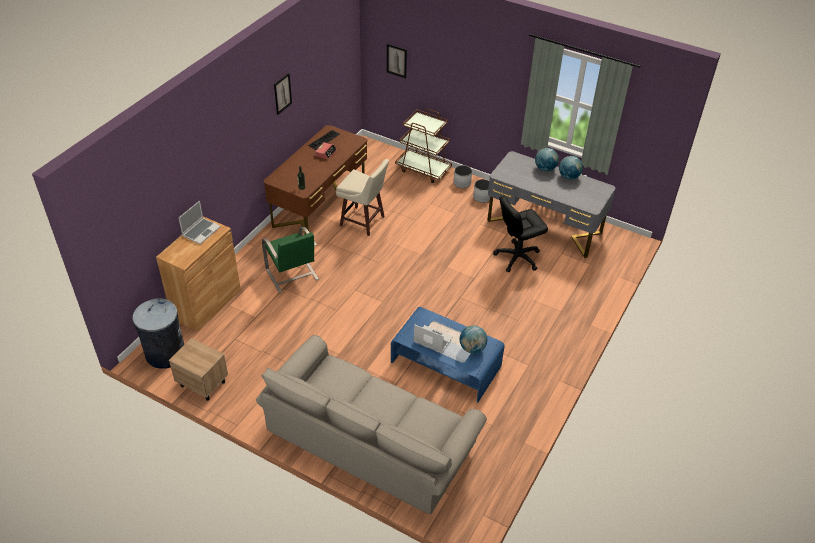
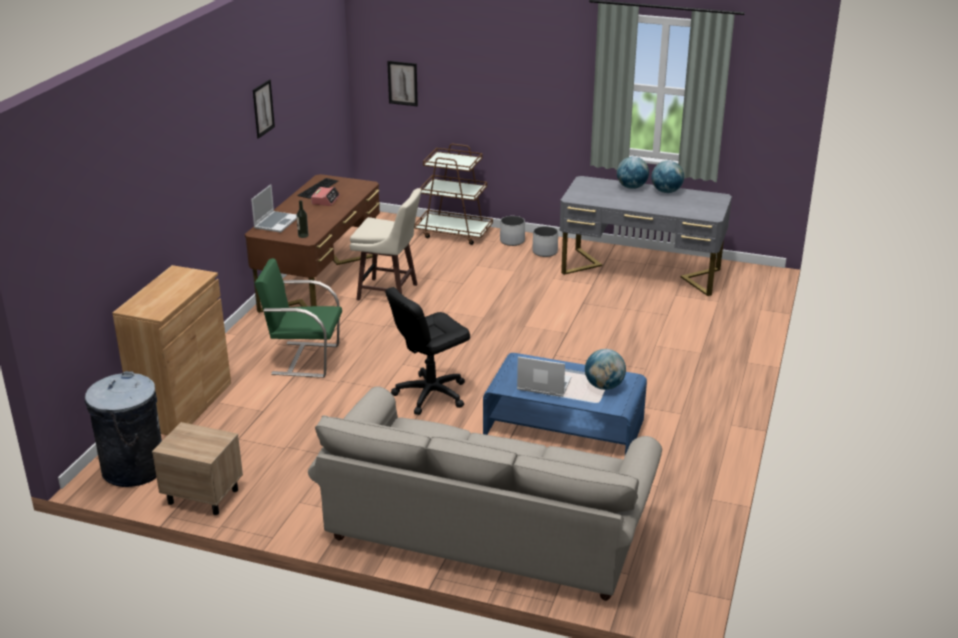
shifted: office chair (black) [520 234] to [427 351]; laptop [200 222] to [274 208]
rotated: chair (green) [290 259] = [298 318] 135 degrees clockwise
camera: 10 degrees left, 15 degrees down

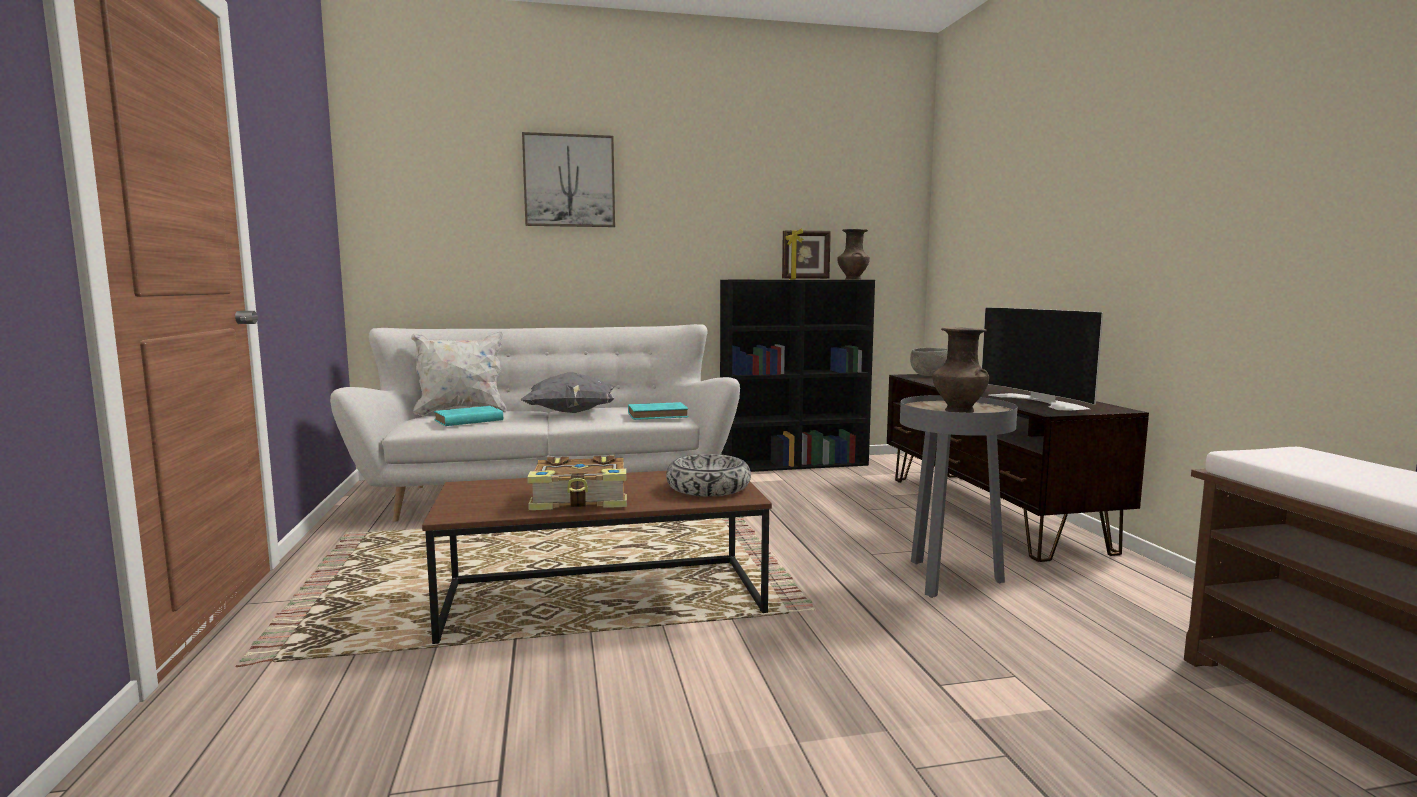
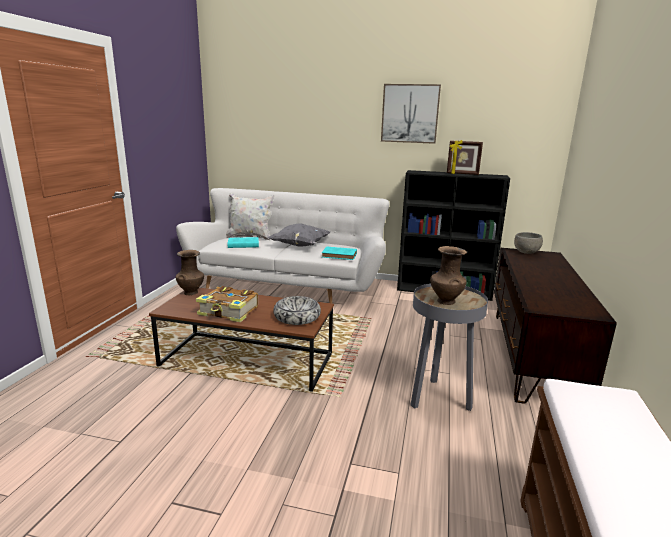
gone: television [1042 358]
shifted: picture [568 179] to [411 114]; vase (brown) [853 254] to [190 272]
camera: 25 degrees right, 10 degrees up

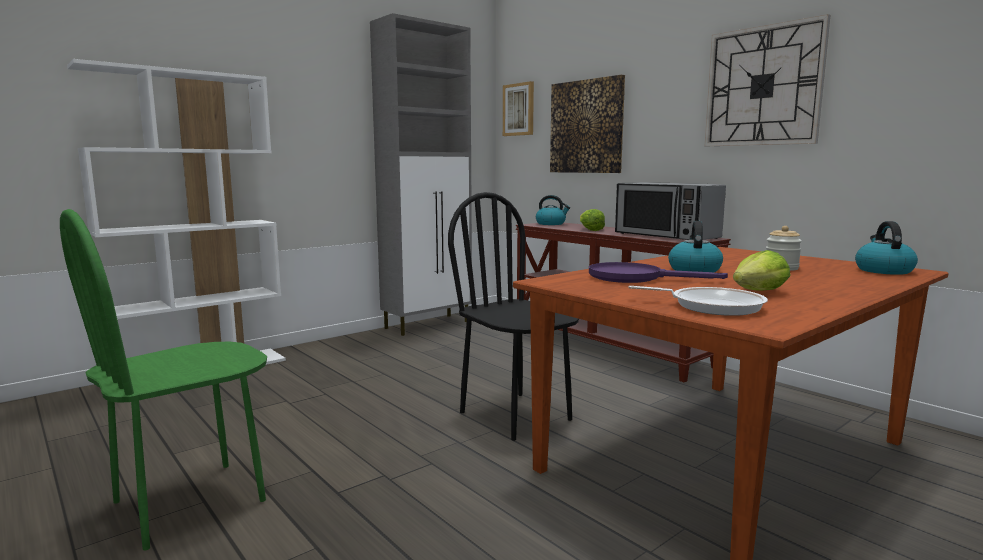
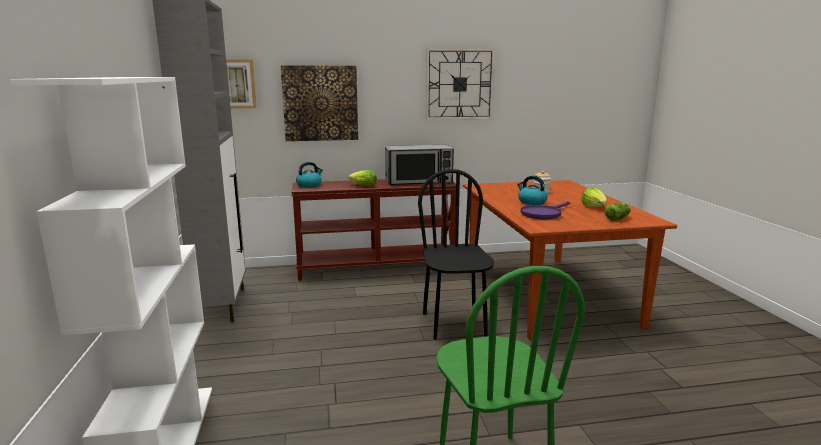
gone: kettle [886 248]
swapped: frying pan [698 301] to lettuce [618 211]
rotated: chair (black) [513 316] = [456 254] 90 degrees clockwise
camera: 60 degrees left, 5 degrees up

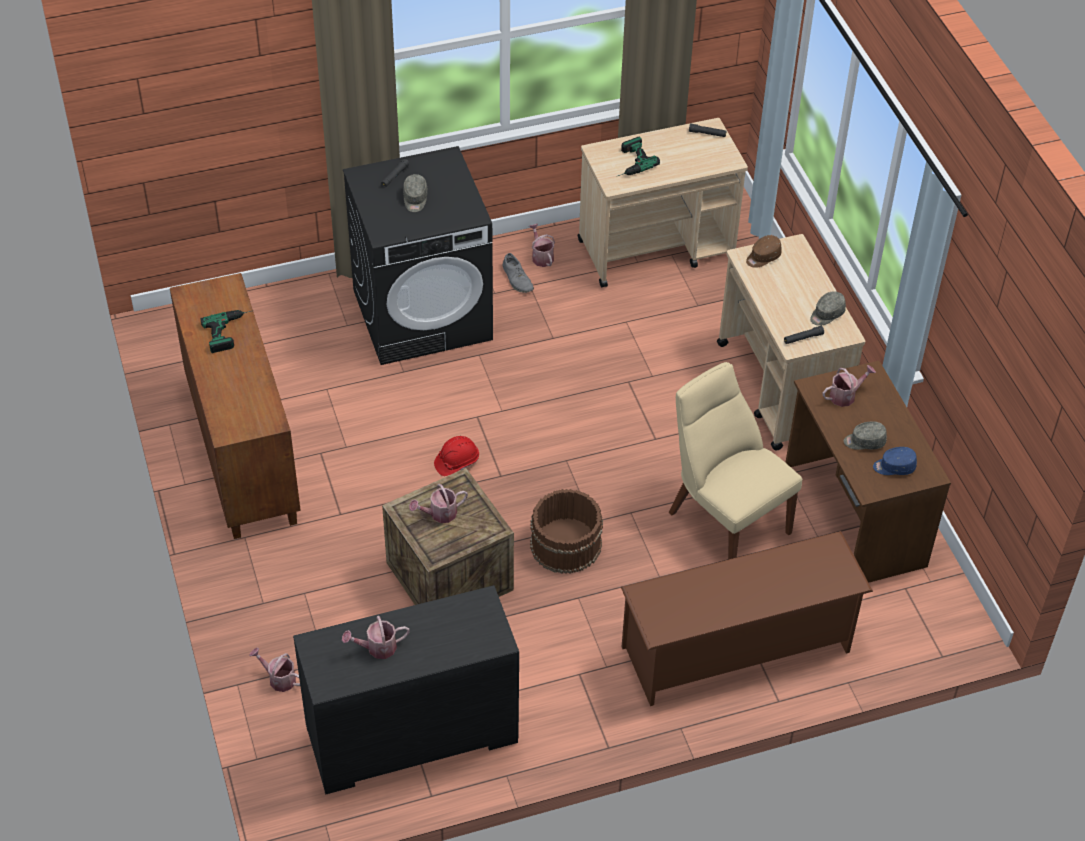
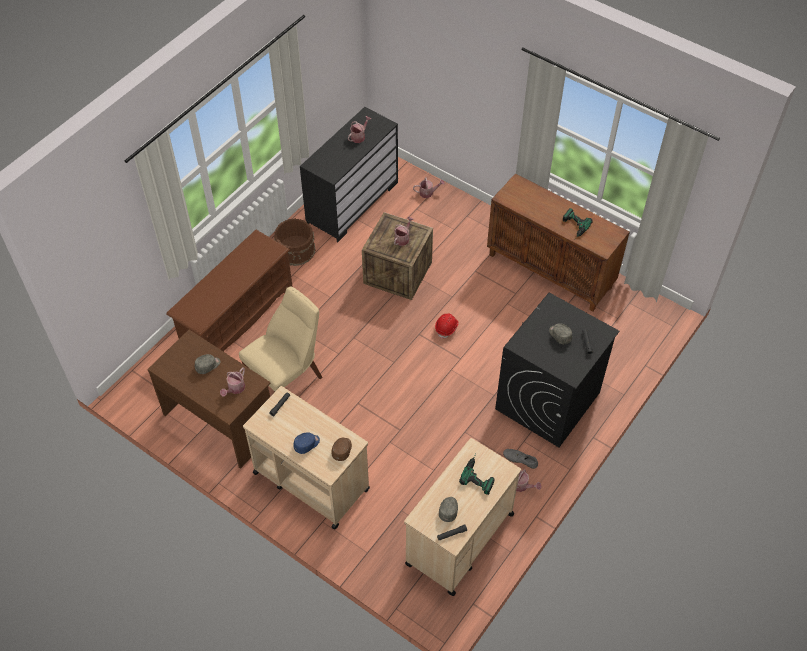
shifted: cap (grey) [828 308] to [448 509]; cap (blue) [895 461] to [307 443]; bucket (brown) [566 531] to [295 242]
rotated: chair (beige) [735 461] = [281 339] 60 degrees counterclockwise
camera: 145 degrees right, 5 degrees up

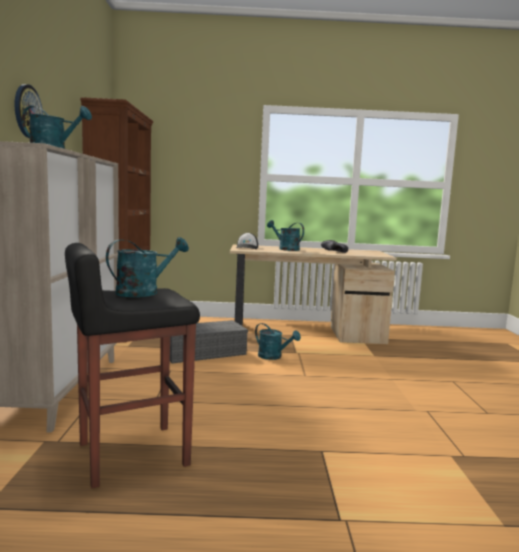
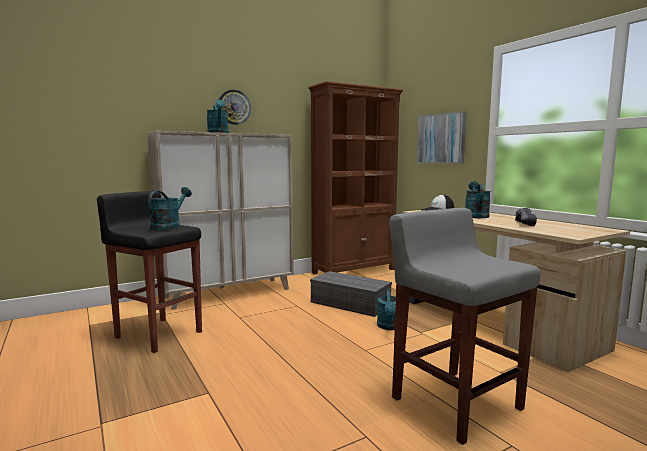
new: picture [441 137]; stool (grey) [464 326]
rotated: watering can (turquoise) [147 267] = [170 208] 90 degrees counterclockwise
camera: 60 degrees right, 0 degrees up

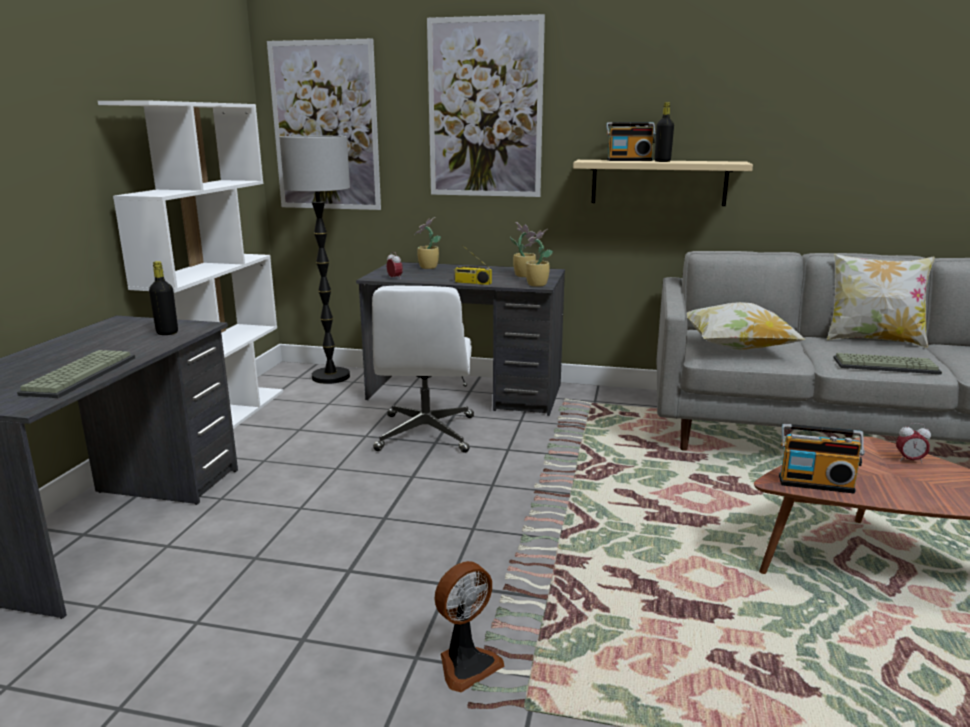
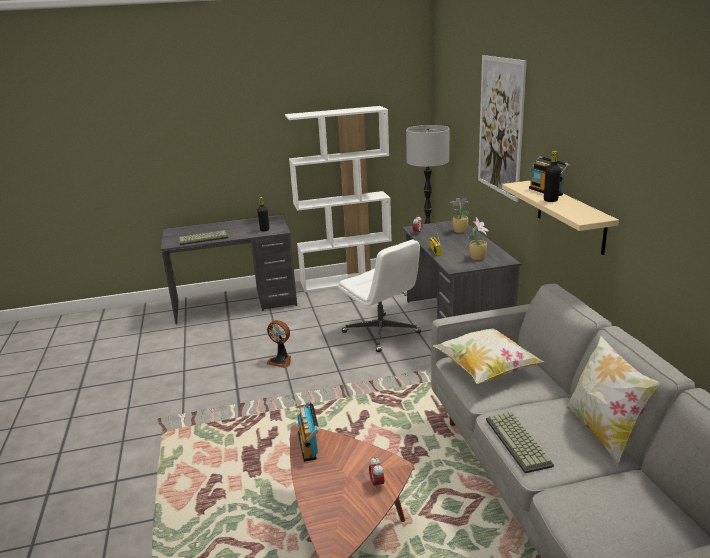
gone: picture [324 124]; potted plant [538 258]
shifted: fan [470 626] to [279 344]
rotated: office chair (white) [423 369] = [379 296] 105 degrees counterclockwise
camera: 65 degrees right, 5 degrees up

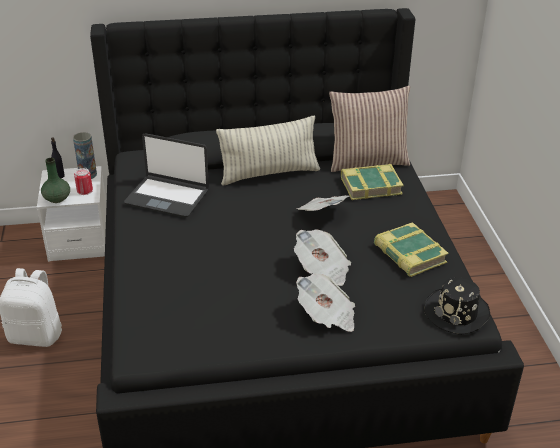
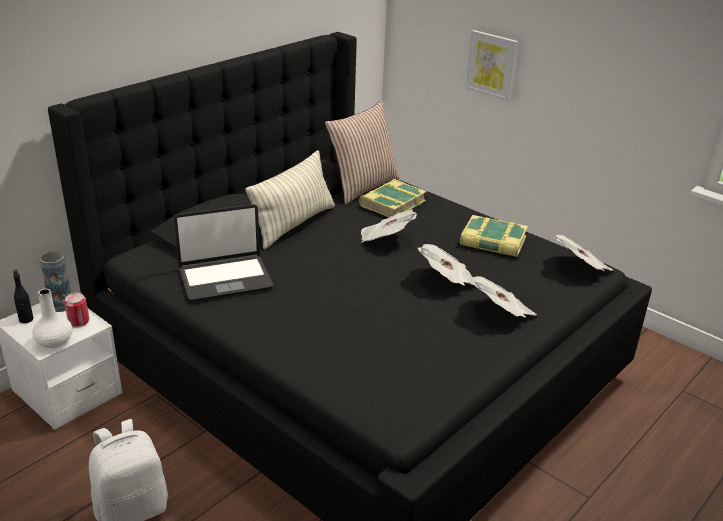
new: picture [492 66]
swapped: hat (black) [457 306] to newspaper [584 253]
repainted: vase (green) [55 180] to vase (white) [52 318]
camera: 40 degrees left, 5 degrees down

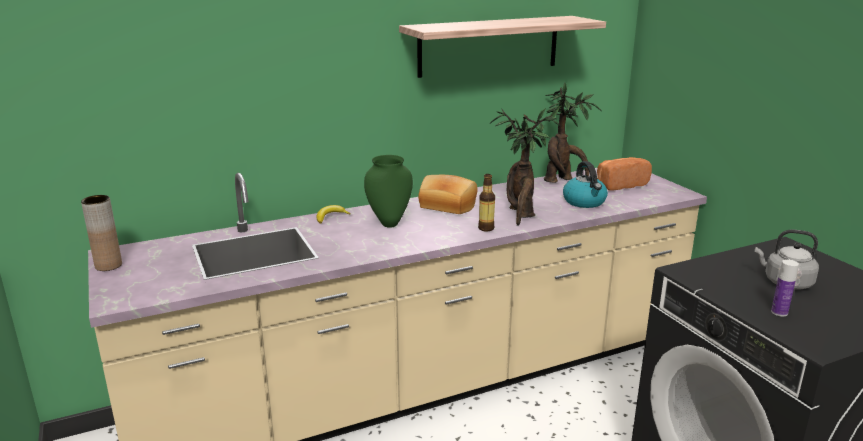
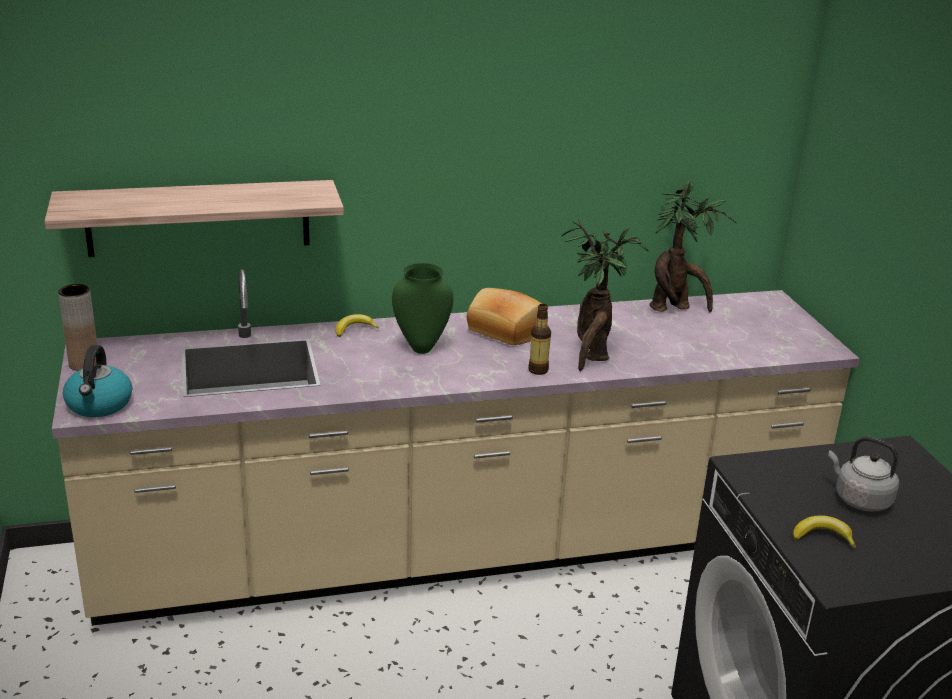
gone: bread [624 173]
shifted: shelf [502 47] to [194 218]; kettle [585 184] to [97 381]
swapped: bottle [785 288] to banana [824 532]
camera: 10 degrees right, 5 degrees up

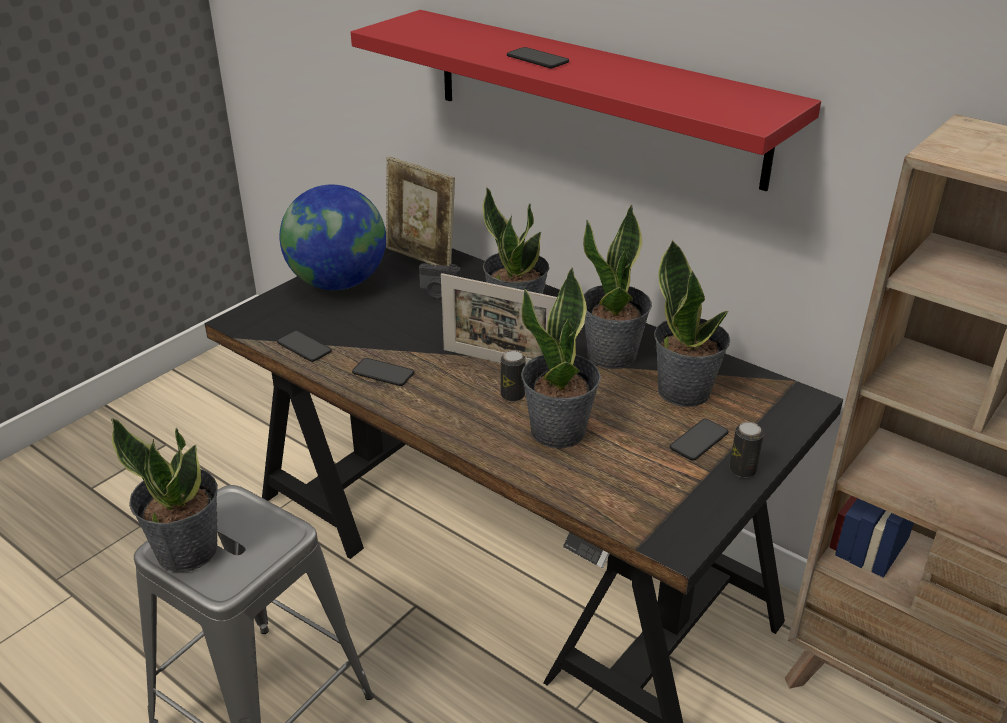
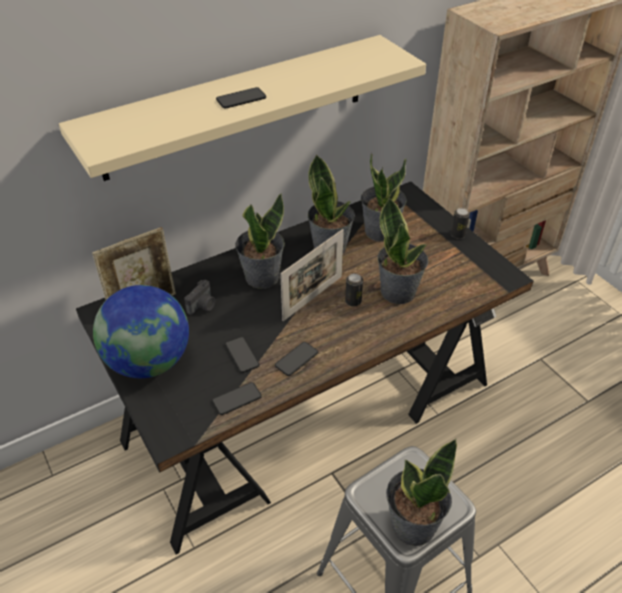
shifted: phone [699 440] to [242 355]
repainted: shelf (red) [586 100] to shelf (beige) [242 108]
camera: 70 degrees left, 10 degrees up

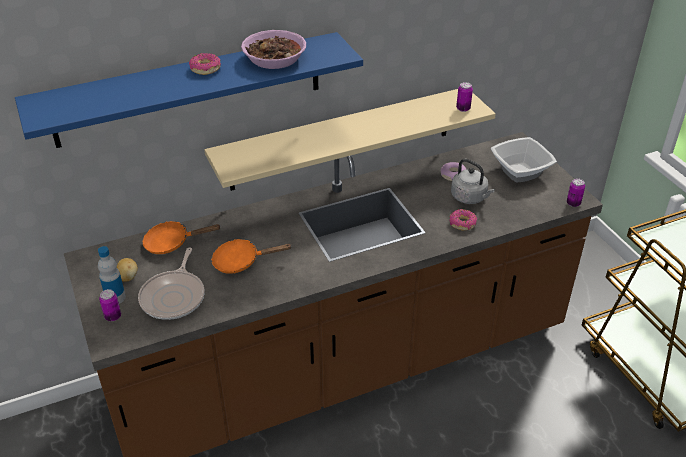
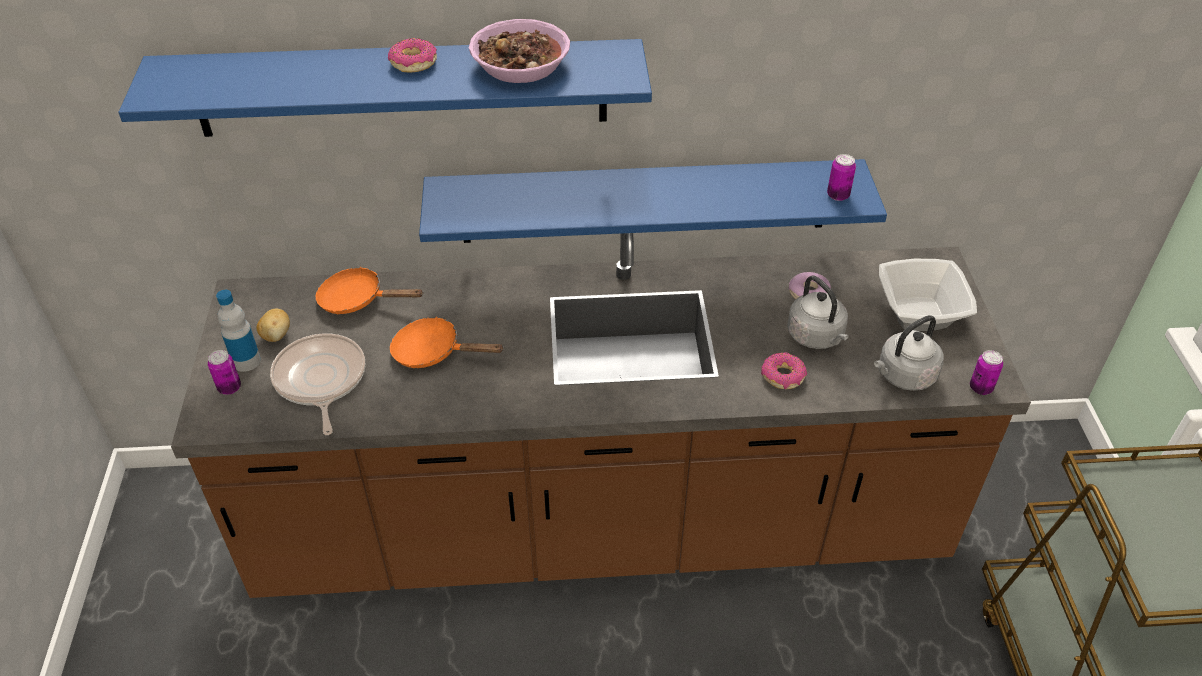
new: kettle (grey) [909 353]
repainted: shelf (beige) [350 140] to shelf (blue) [653 201]
rotated: frying pan [171 283] = [317 384] 135 degrees clockwise
camera: 20 degrees right, 5 degrees up

